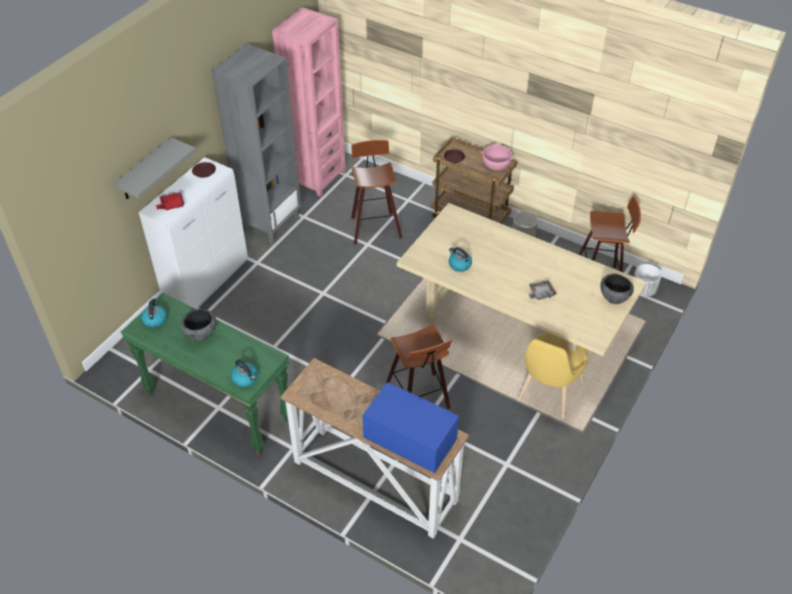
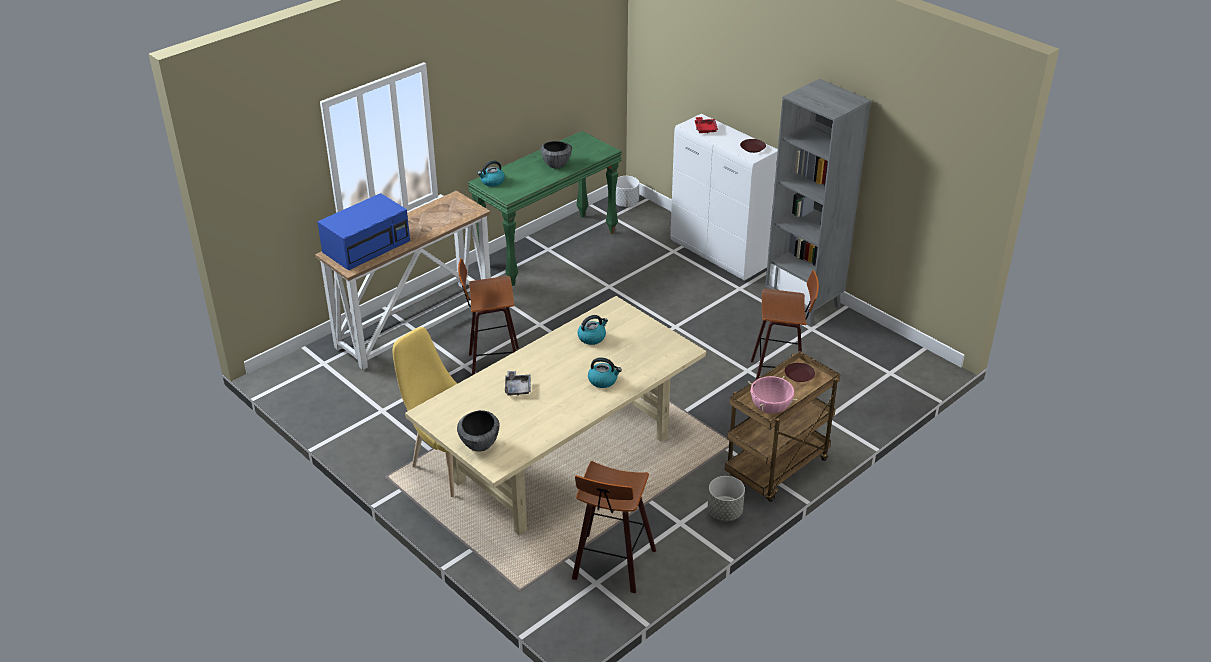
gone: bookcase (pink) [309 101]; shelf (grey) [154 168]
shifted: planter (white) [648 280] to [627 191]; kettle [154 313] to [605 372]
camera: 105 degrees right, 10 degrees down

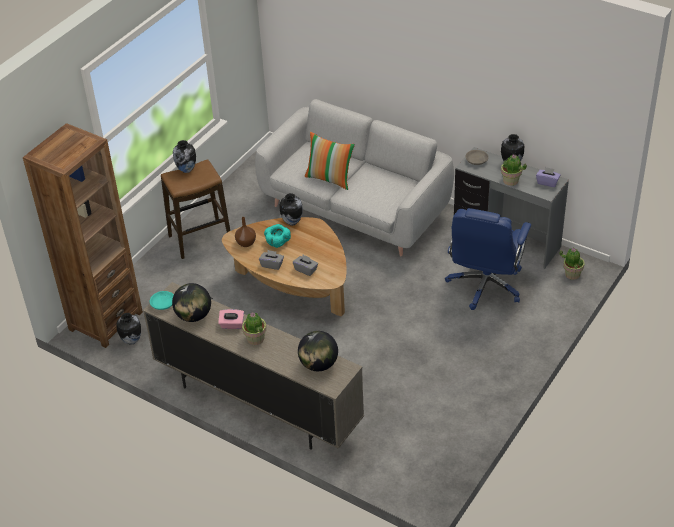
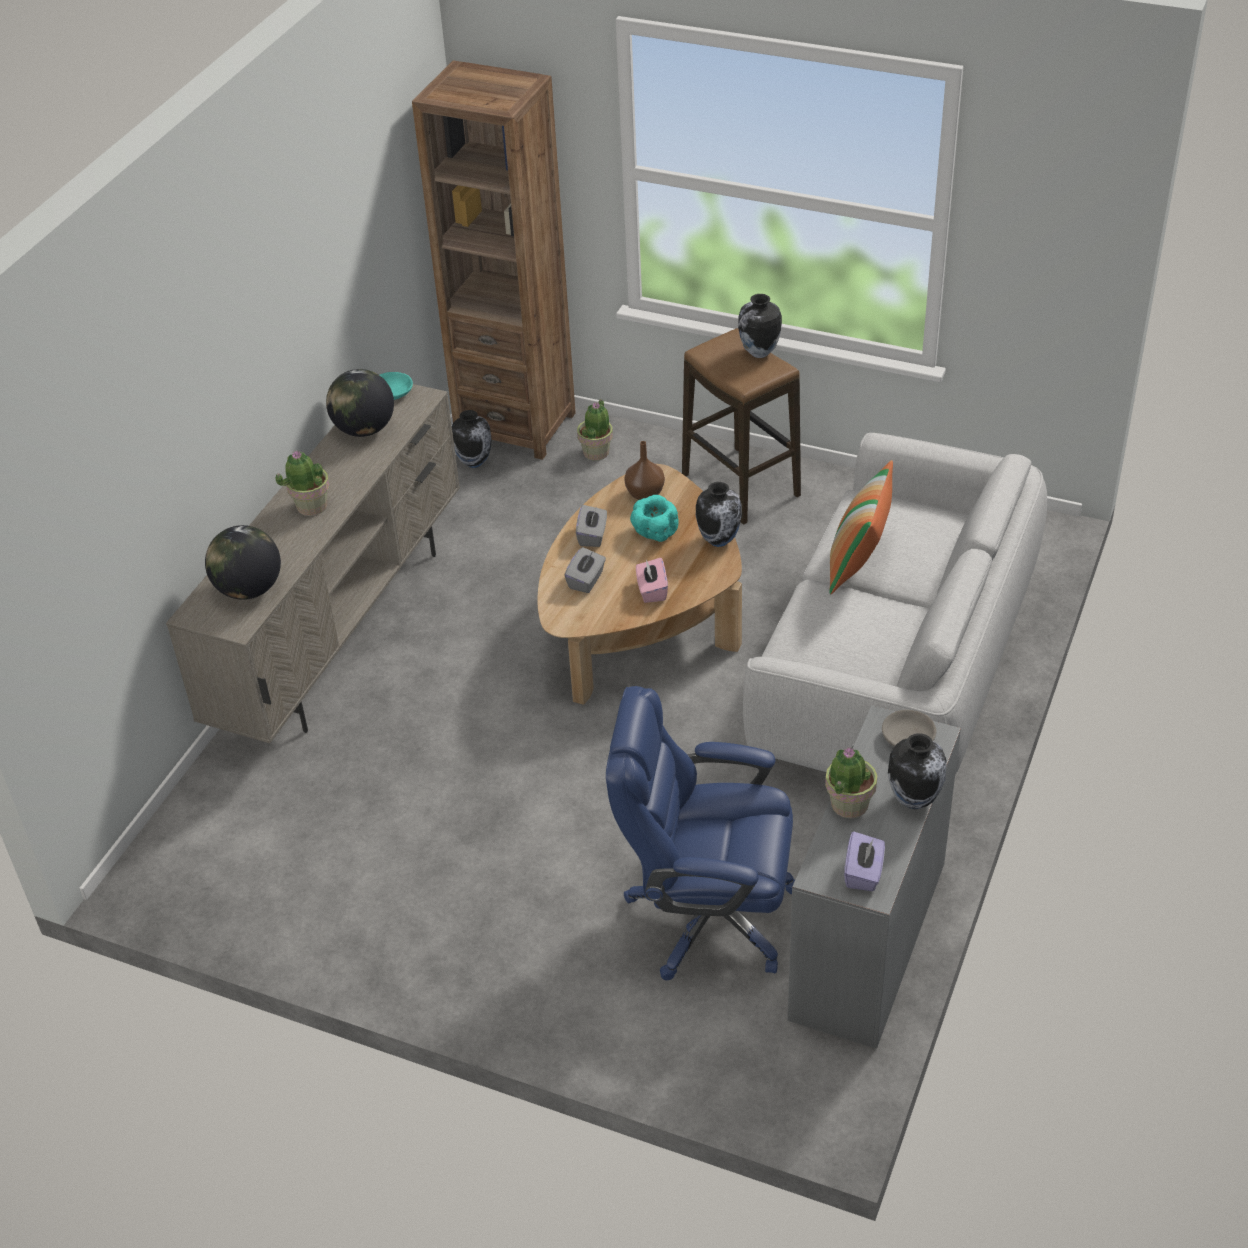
shifted: potted plant [571 264] to [595 430]; tissue box (pink) [231 319] to [652 580]
camera: 80 degrees right, 0 degrees up

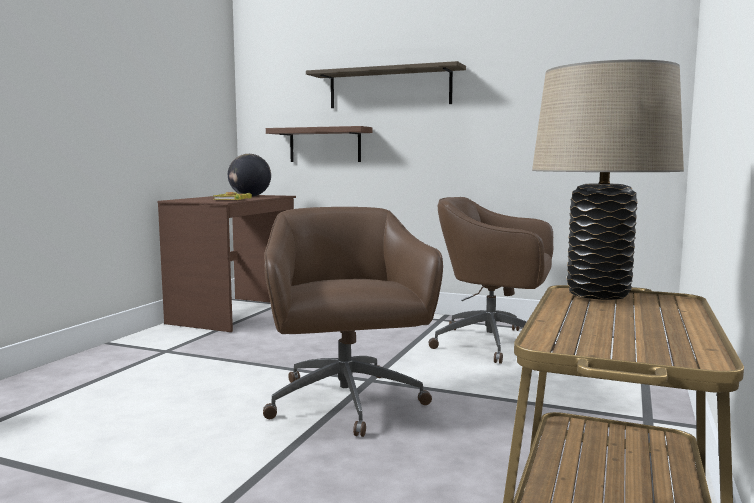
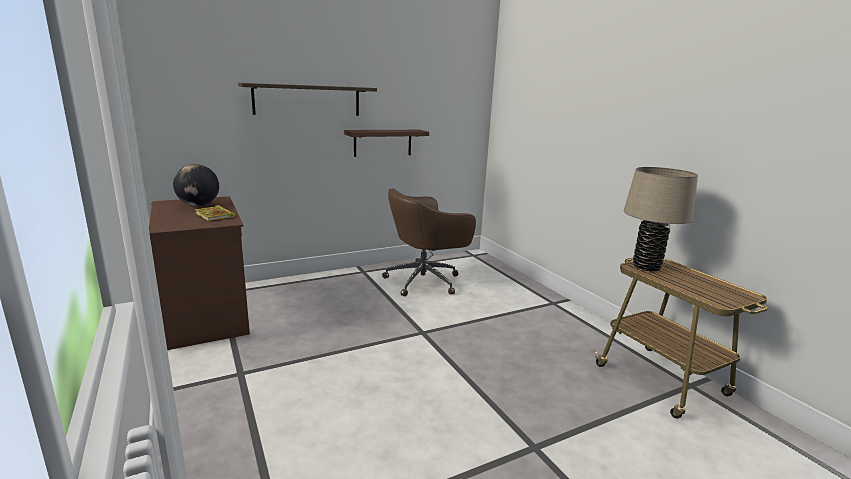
gone: office chair (brown) [353 322]
shifted: shelf (brown) [319 144] to [386 143]
camera: 50 degrees left, 10 degrees up

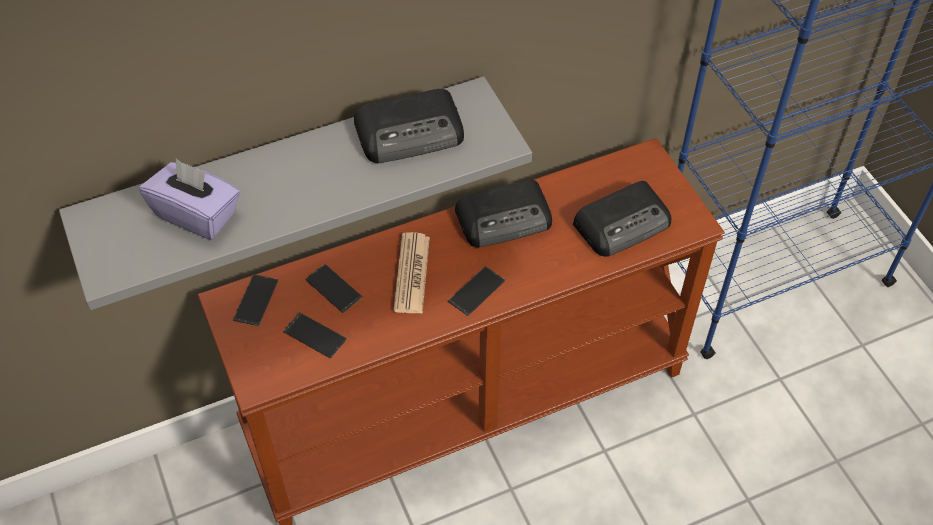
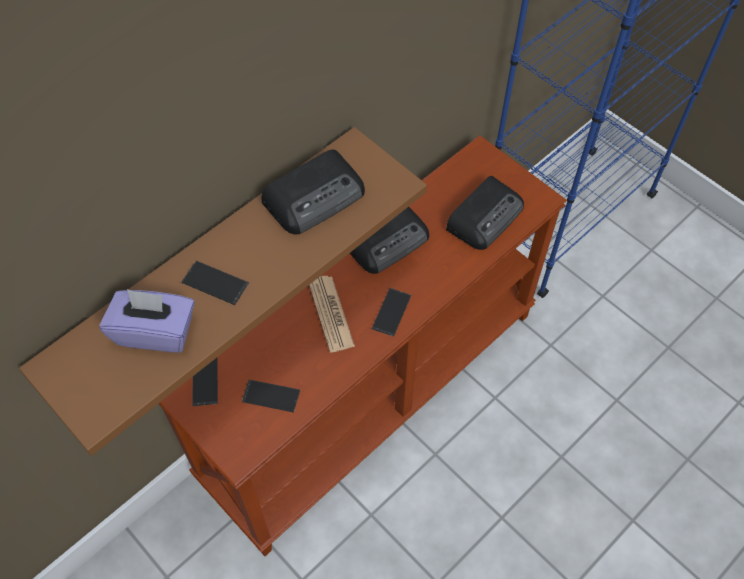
shifted: phone [334 288] to [215 283]
repainted: shelf (grey) [295 193] to shelf (brown) [223 291]
camera: 20 degrees left, 5 degrees up

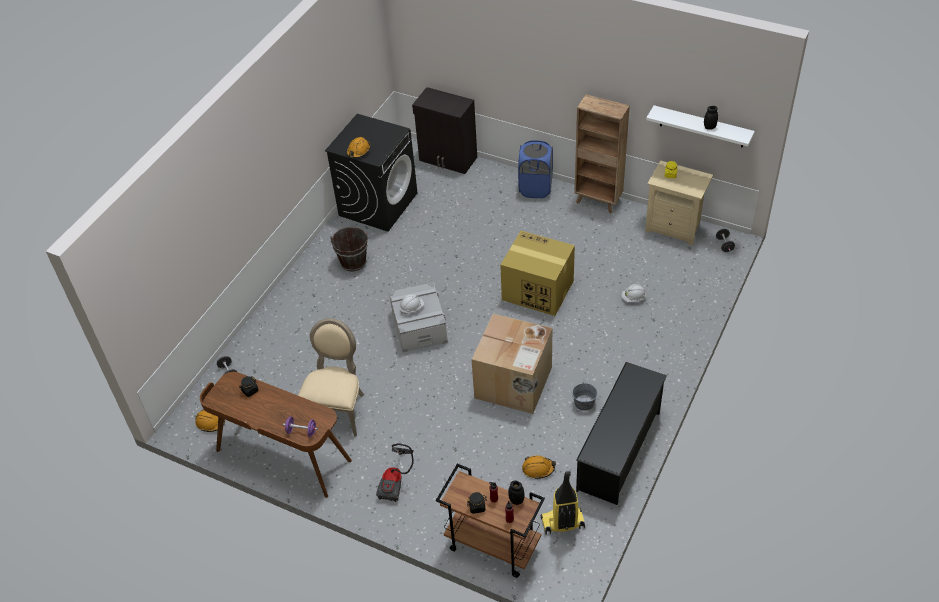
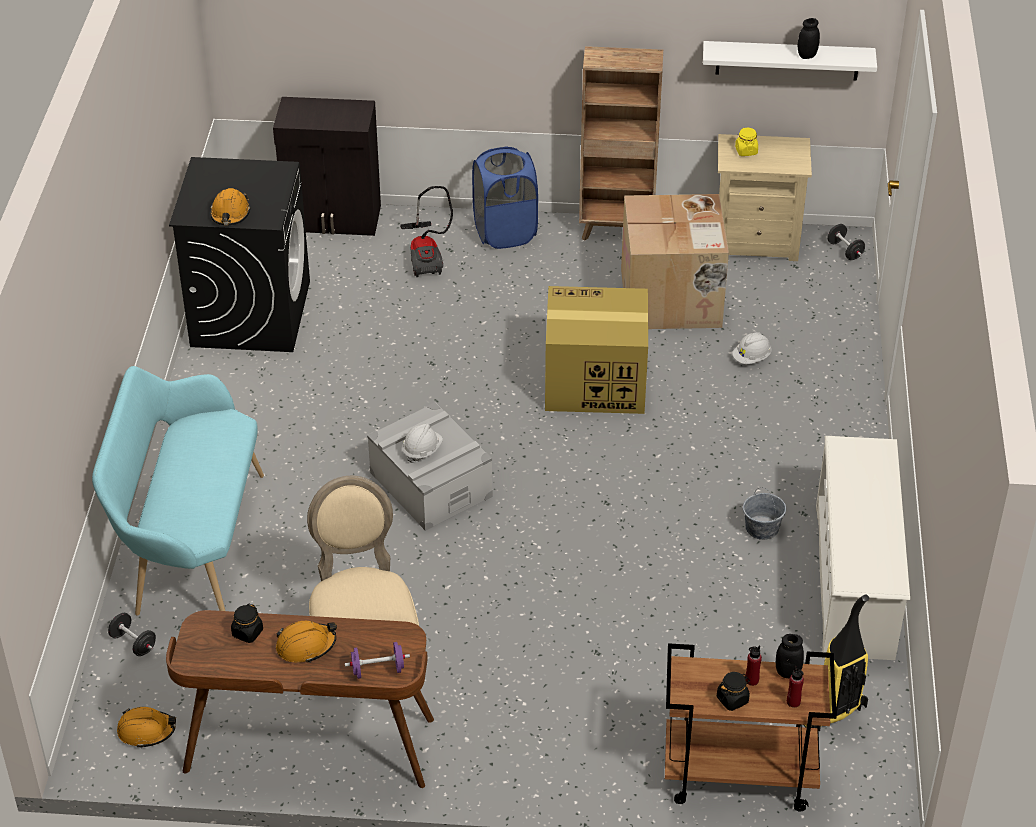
gone: bucket (brown) [349 249]
new: bench (turquoise) [178 491]
shifted: cardboard box [511 364] to [675 261]; vacuum cleaner [395 472] to [426 231]; hard hat (orange) [539 467] to [306 642]
repainted: shoe rack (black) [621 433] to shoe rack (white) [863 548]
camera: 25 degrees left, 5 degrees down

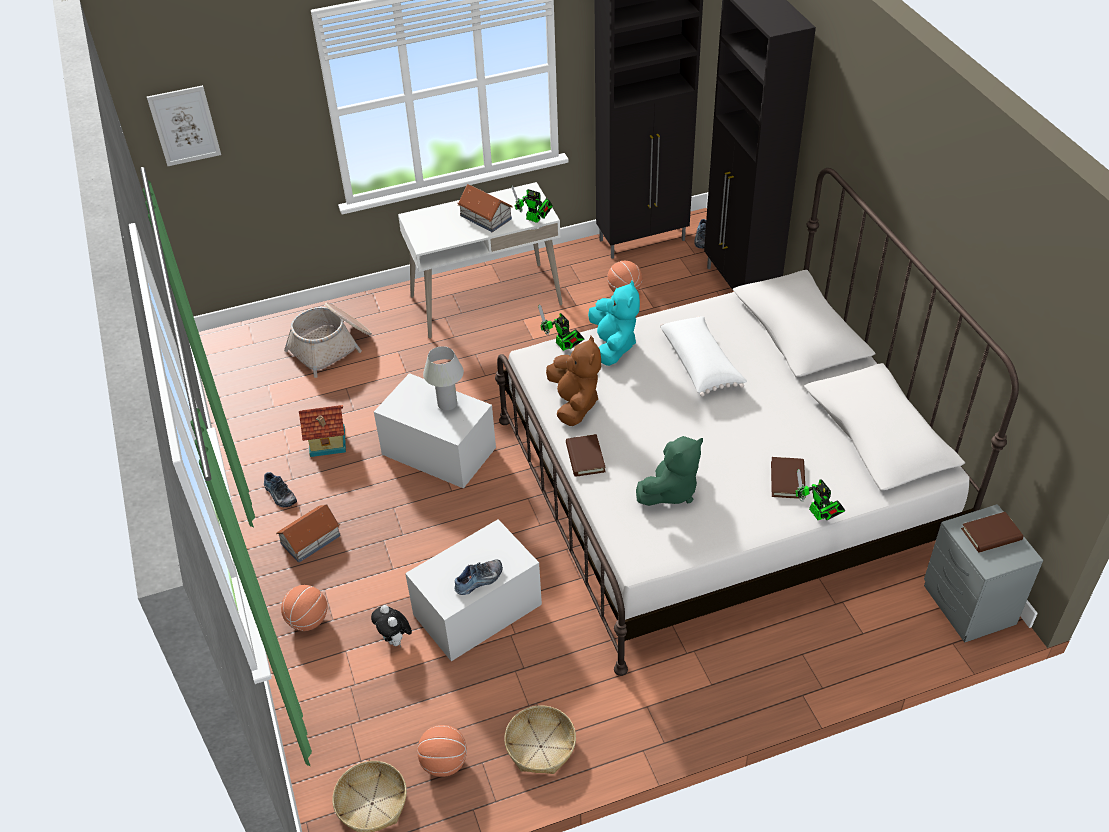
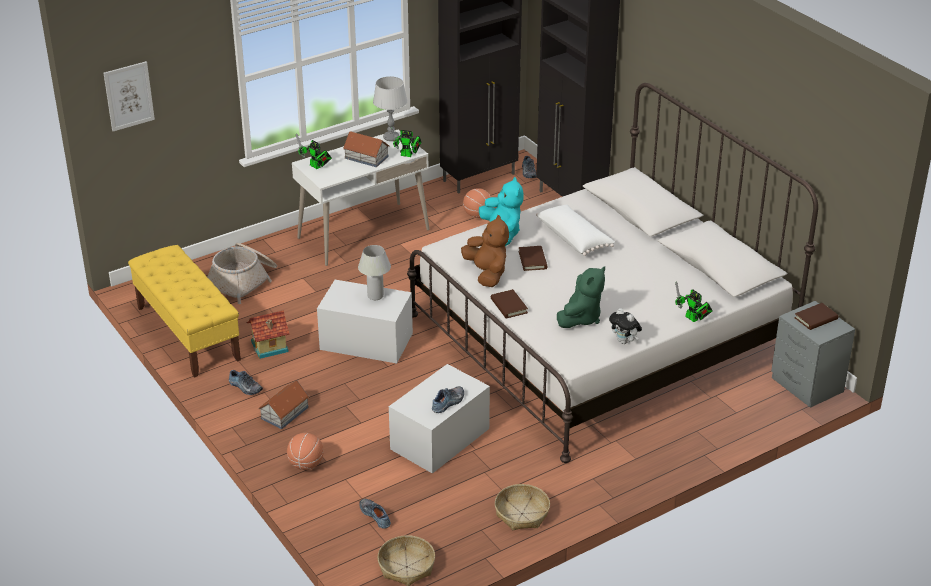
gone: basketball [442 751]
new: table lamp (grey) [390 108]; bench (yellow) [184 311]; shoe [375 514]
shifted: toy robot [561 328] to [314 151]; book (brown) [788 478] to [533 258]; plush toy [391 626] to [625 326]
camera: 15 degrees left, 10 degrees down

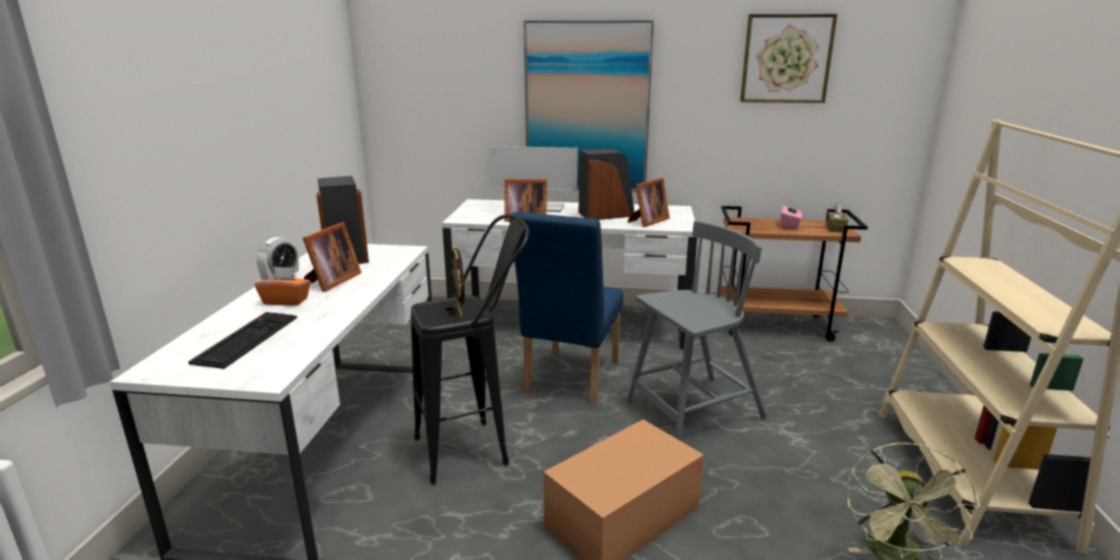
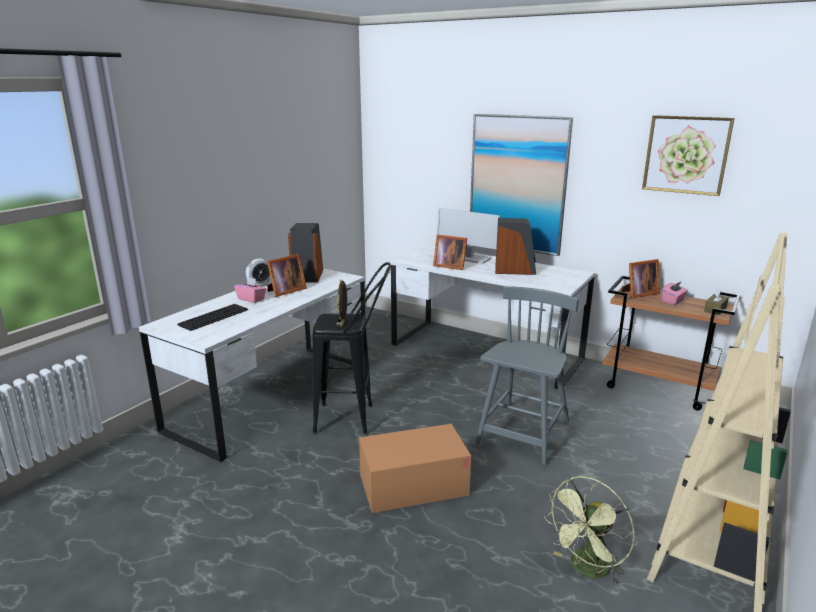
gone: chair (blue) [566 308]
shifted: picture frame [649 202] to [640 278]
repainted: tissue box (orange) [283 286] to tissue box (pink) [250 290]
rotated: chair (grey) [696 331] = [527 375] 60 degrees counterclockwise
camera: 25 degrees right, 0 degrees up

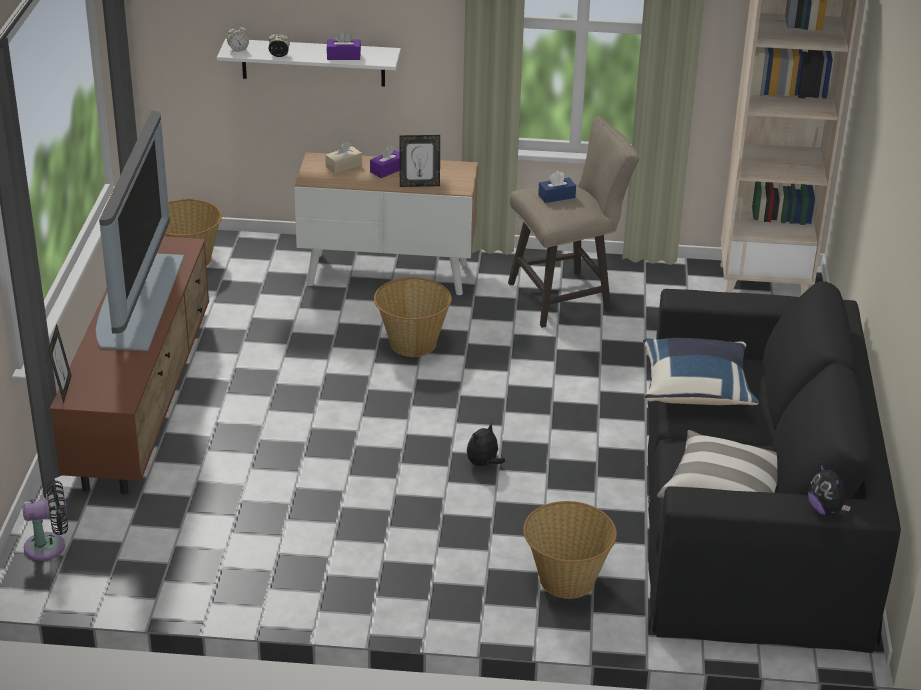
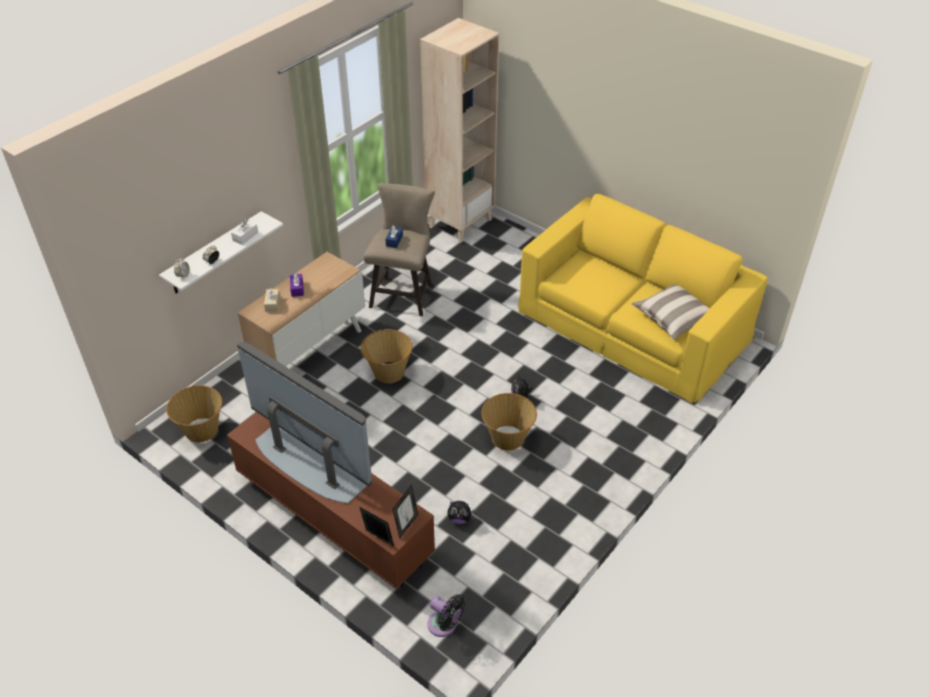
gone: pillow (blue) [701 371]
shifted: picture frame [419 161] to [405 511]; plush toy [829 489] to [460 512]; basket [570 550] to [509 422]
repainted: tissue box (purple) [344 45] to tissue box (white) [244 232]; sofa (black) [774 467] to sofa (yellow) [643 298]
rotated: fan (black) [45 520] = [446 615] 105 degrees clockwise
camera: 55 degrees left, 10 degrees up

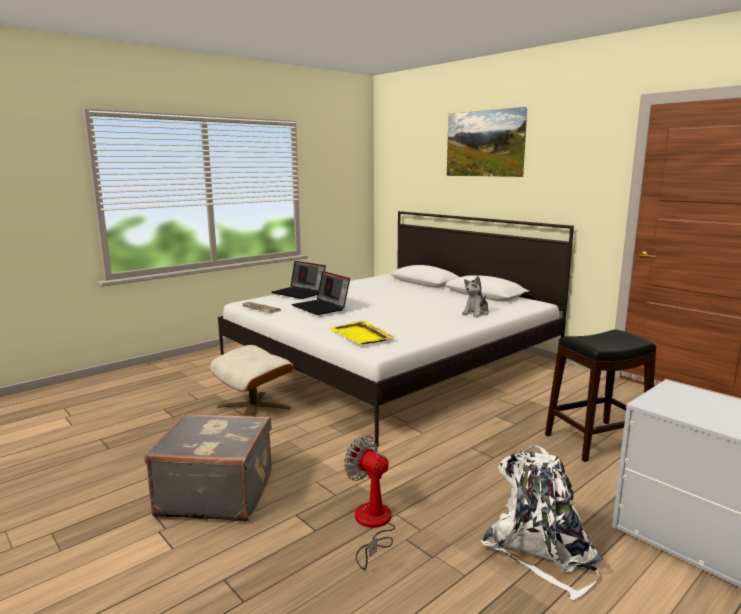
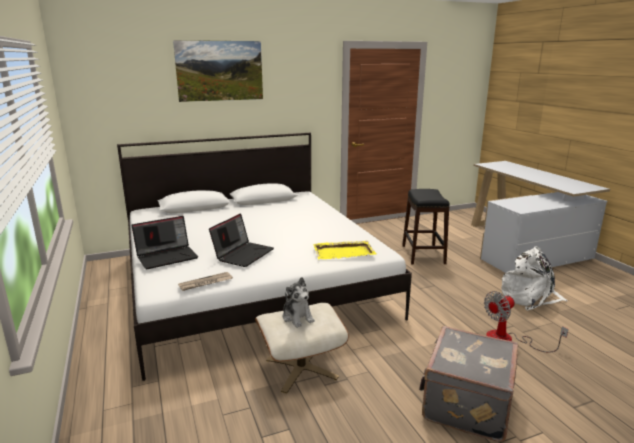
shifted: plush toy [475 296] to [299 302]
rotated: laptop [321 293] = [241 240] 45 degrees counterclockwise
camera: 70 degrees left, 5 degrees up

